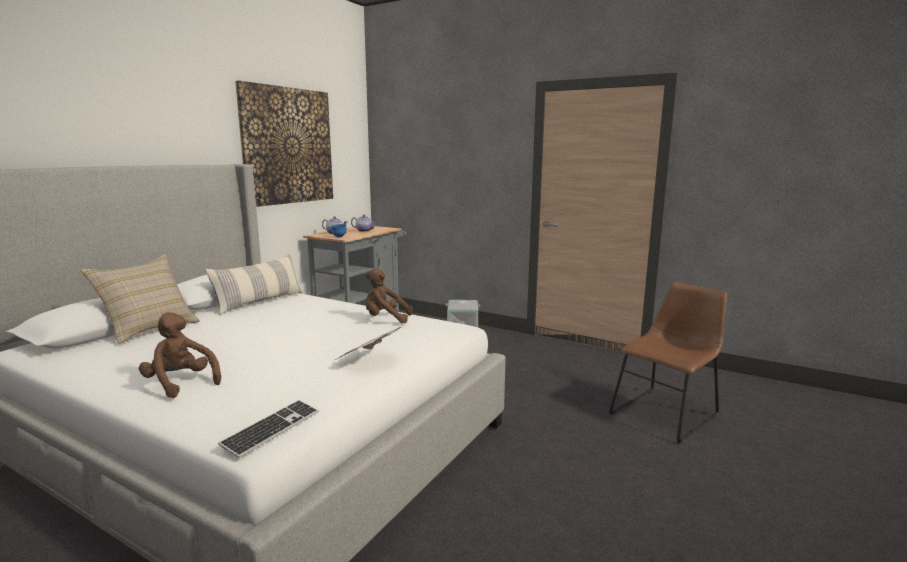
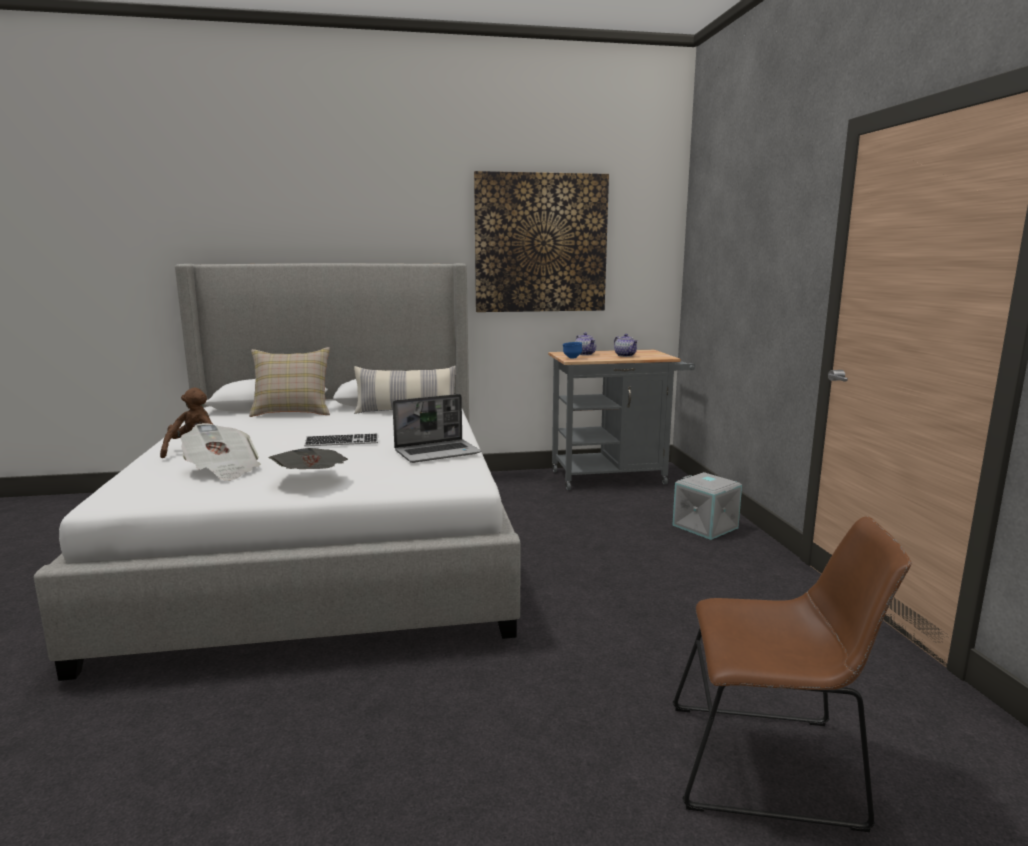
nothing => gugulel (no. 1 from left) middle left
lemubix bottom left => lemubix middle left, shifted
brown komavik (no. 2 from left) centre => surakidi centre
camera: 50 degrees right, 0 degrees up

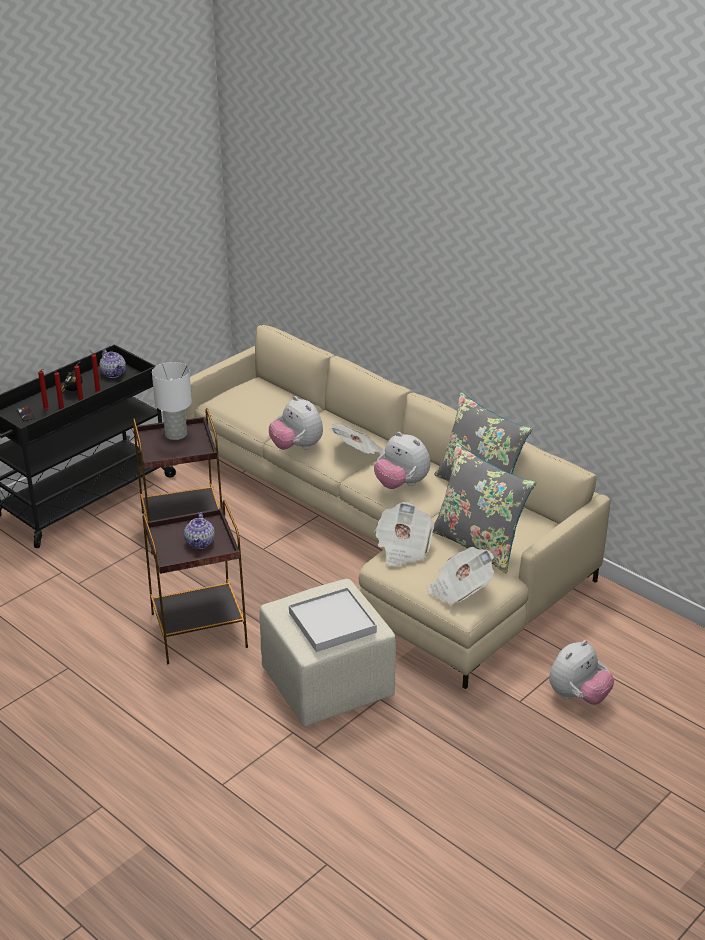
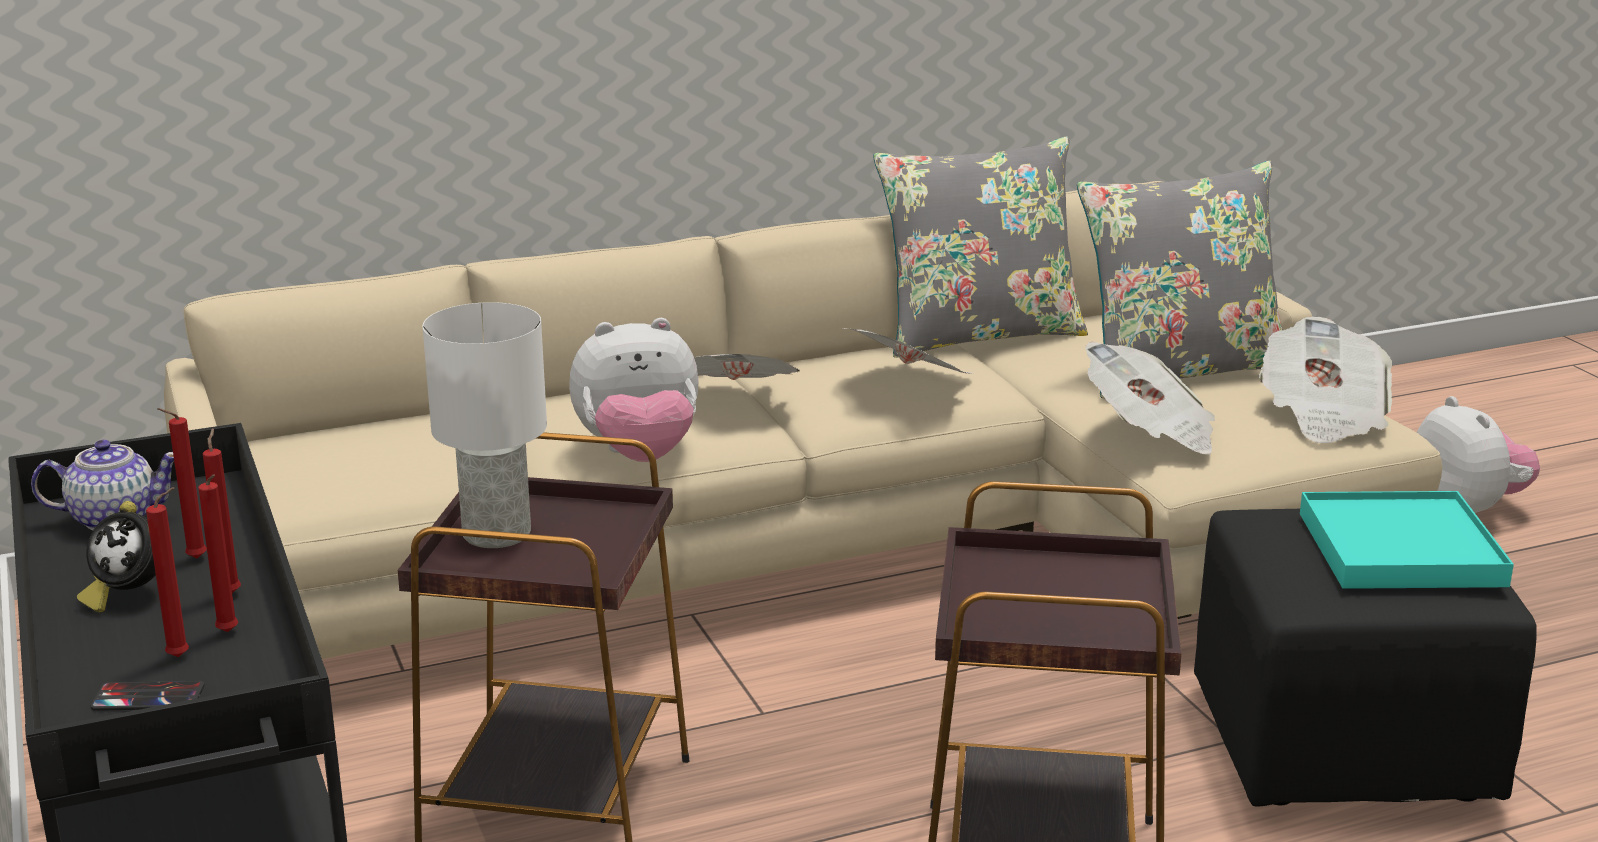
komavik (no. 2 from left) centre => gugulel (no. 2 from left) centre
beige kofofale bottom centre => black kofofale bottom right
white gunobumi centre => turquoise gunobumi middle right
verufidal (no. 2 from left) middle left => nothing
camera: 65 degrees left, 10 degrees down

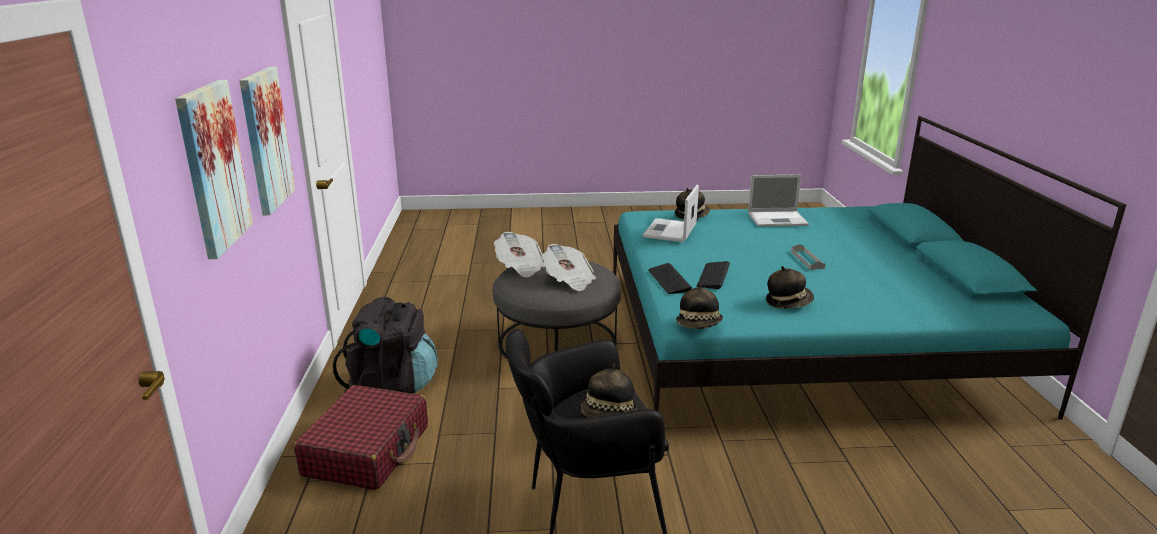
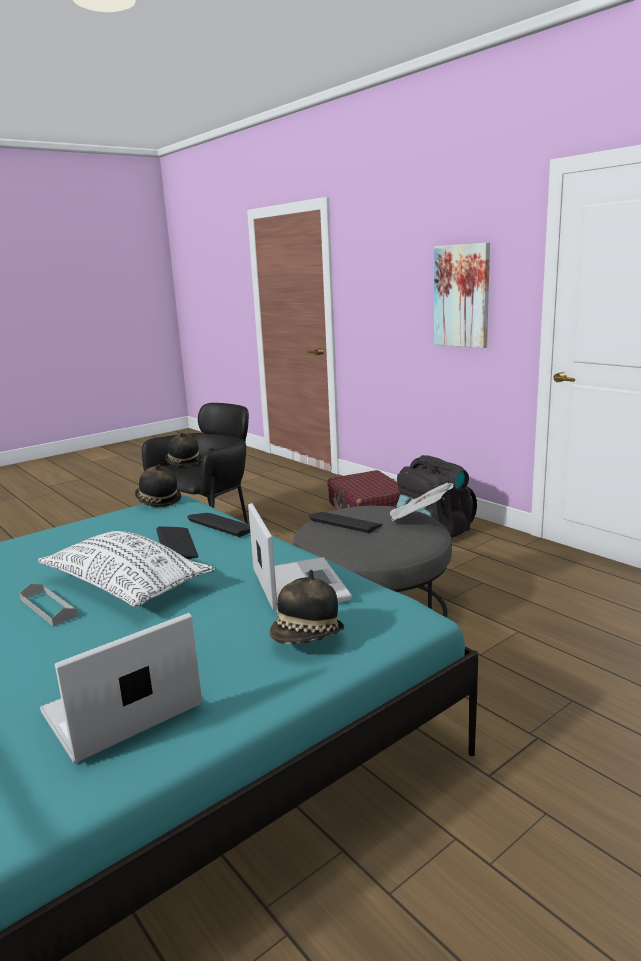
nothing => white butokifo middle left
gugulel (no. 2 from left) centre => lemubix (no. 3 from left) centre
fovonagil (no. 1 from left) top left => nothing
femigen (no. 4 from left) middle right => nothing
camera: 145 degrees right, 5 degrees down

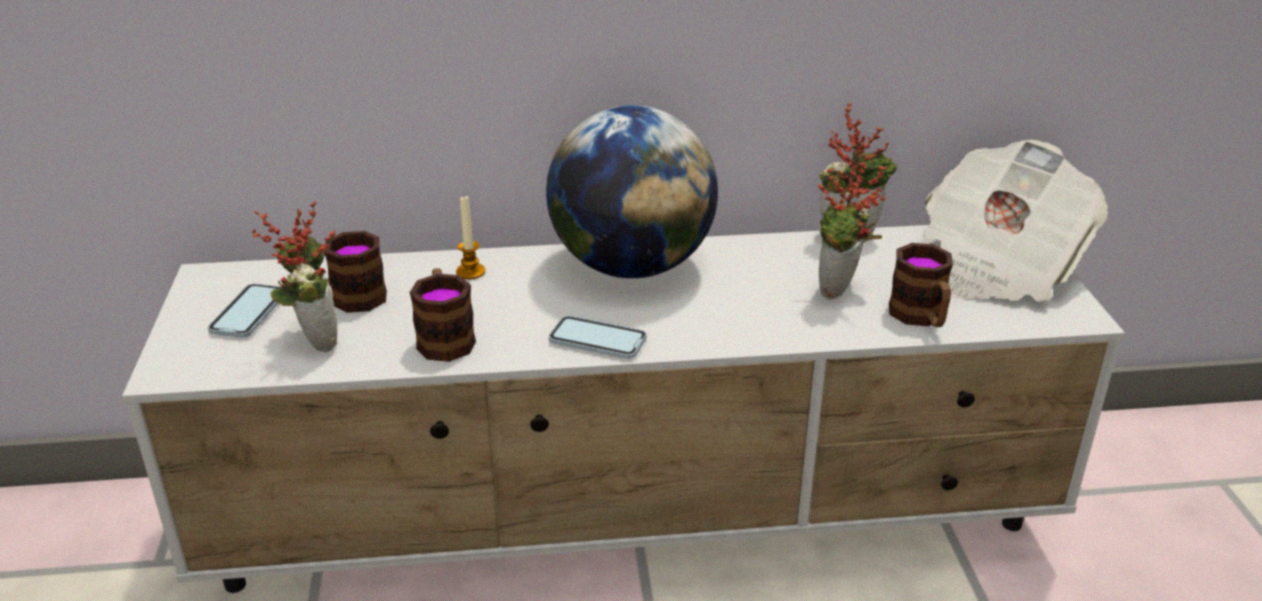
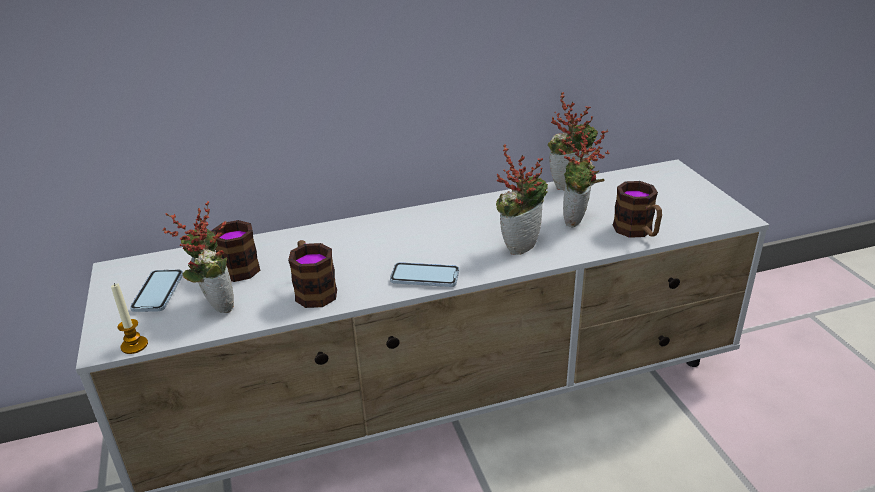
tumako centre => tumako middle left, shifted
nothing => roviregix (no. 2 from left) centre
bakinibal top centre => nothing
gugulel middle right => nothing
camera: 10 degrees left, 0 degrees up

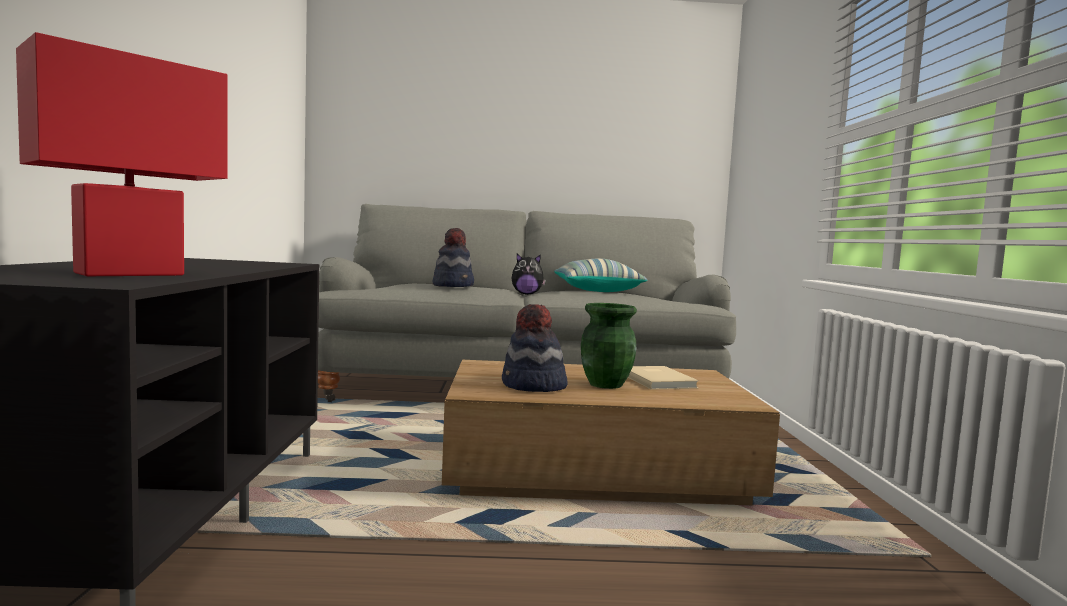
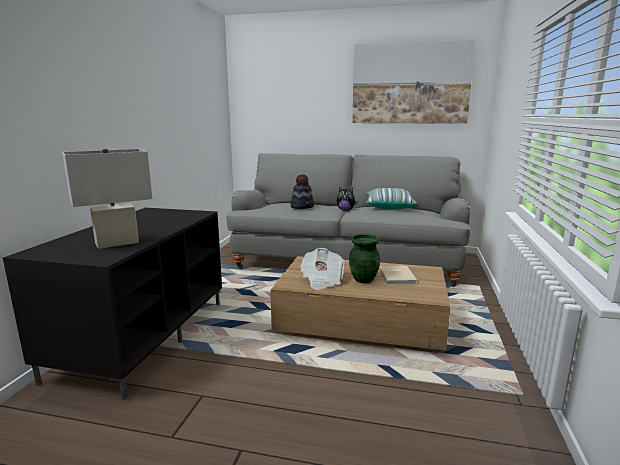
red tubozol top left => white tubozol middle left
femigen (no. 2 from left) centre => gugulel centre
nothing => fovonagil top centre
camera: 15 degrees right, 10 degrees up

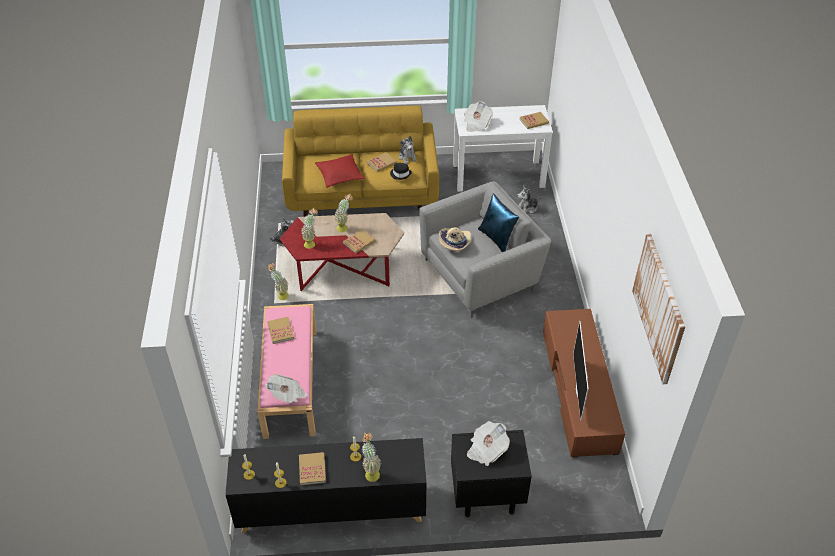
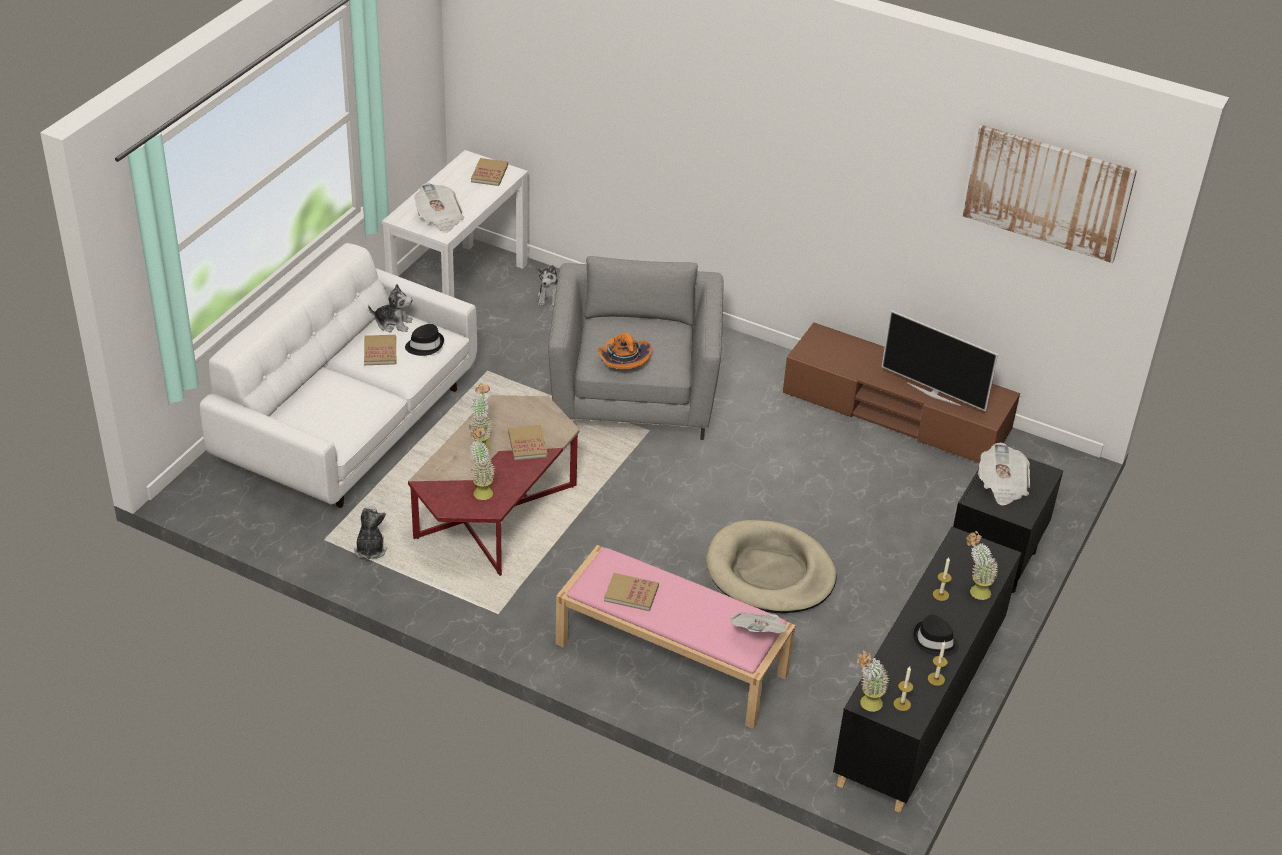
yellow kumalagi top centre => white kumalagi middle left
beige femigen centre => orange femigen centre
nothing => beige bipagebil centre
roviregix (no. 1 from left in the first image) middle left => roviregix (no. 3 from left) bottom right, shifted
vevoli (no. 2 from left) bottom centre => black femigen (no. 2 from left) bottom right
red butokifo top centre => nothing
blue butokifo centre => nothing
camera: 60 degrees left, 5 degrees down

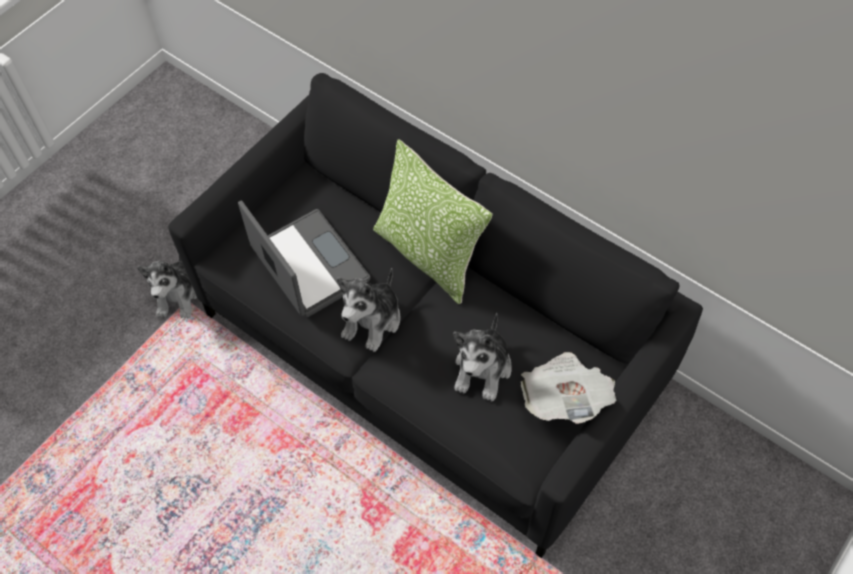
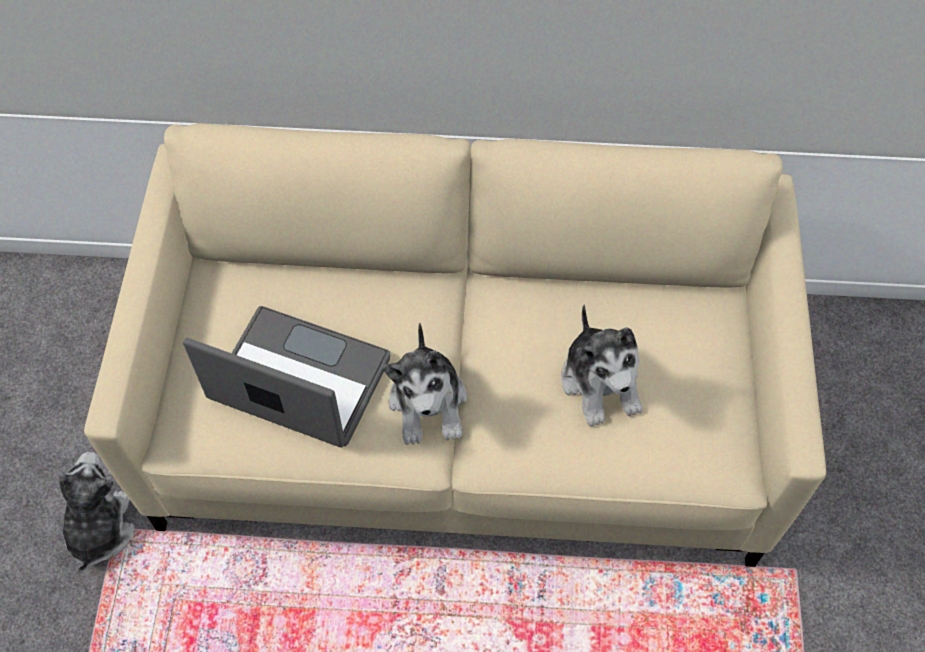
komavik (no. 1 from left) middle left => komavik (no. 1 from left) bottom left, 150 degrees counterclockwise
black kumalagi centre => beige kumalagi centre
butokifo centre => nothing
gugulel bottom centre => nothing
camera: 35 degrees left, 0 degrees up

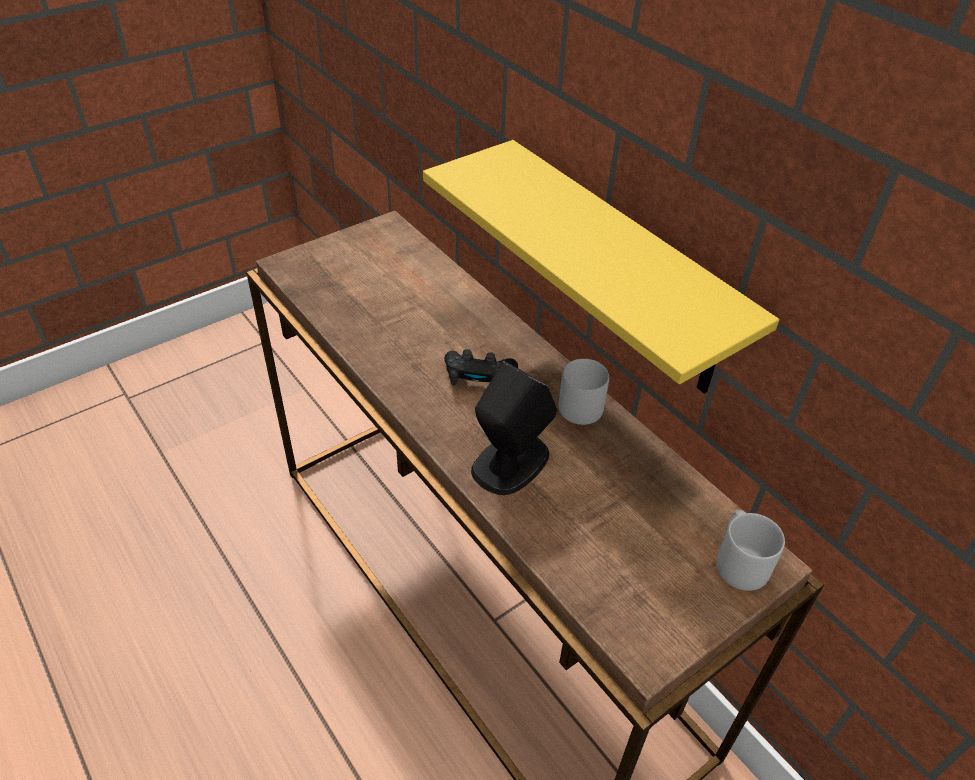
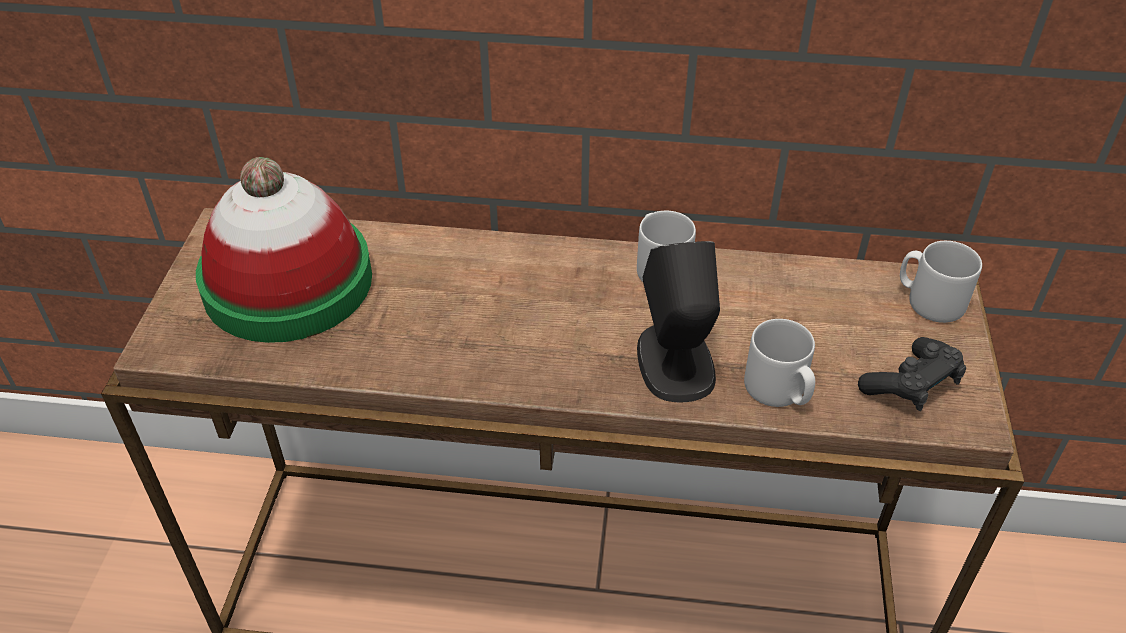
nothing => femigen middle left
nothing => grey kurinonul (no. 2 from left) middle right
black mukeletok centre => black mukeletok middle right, shifted
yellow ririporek centre => nothing
camera: 45 degrees left, 0 degrees up

